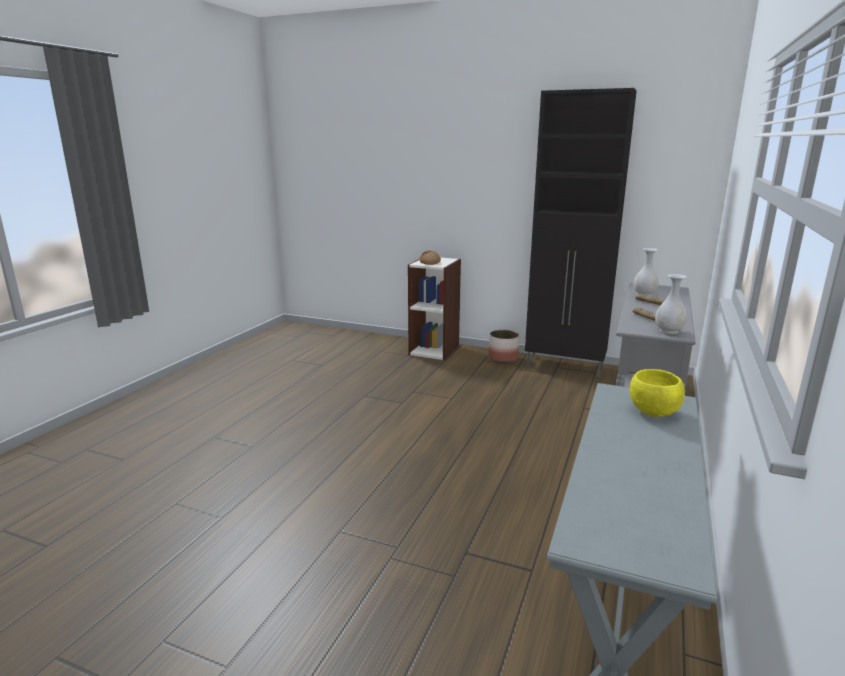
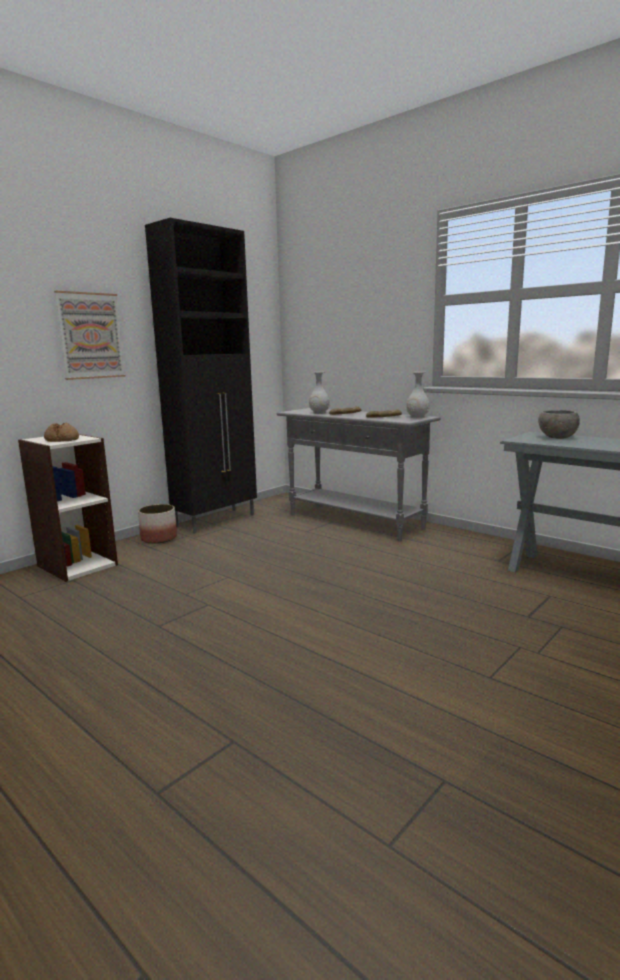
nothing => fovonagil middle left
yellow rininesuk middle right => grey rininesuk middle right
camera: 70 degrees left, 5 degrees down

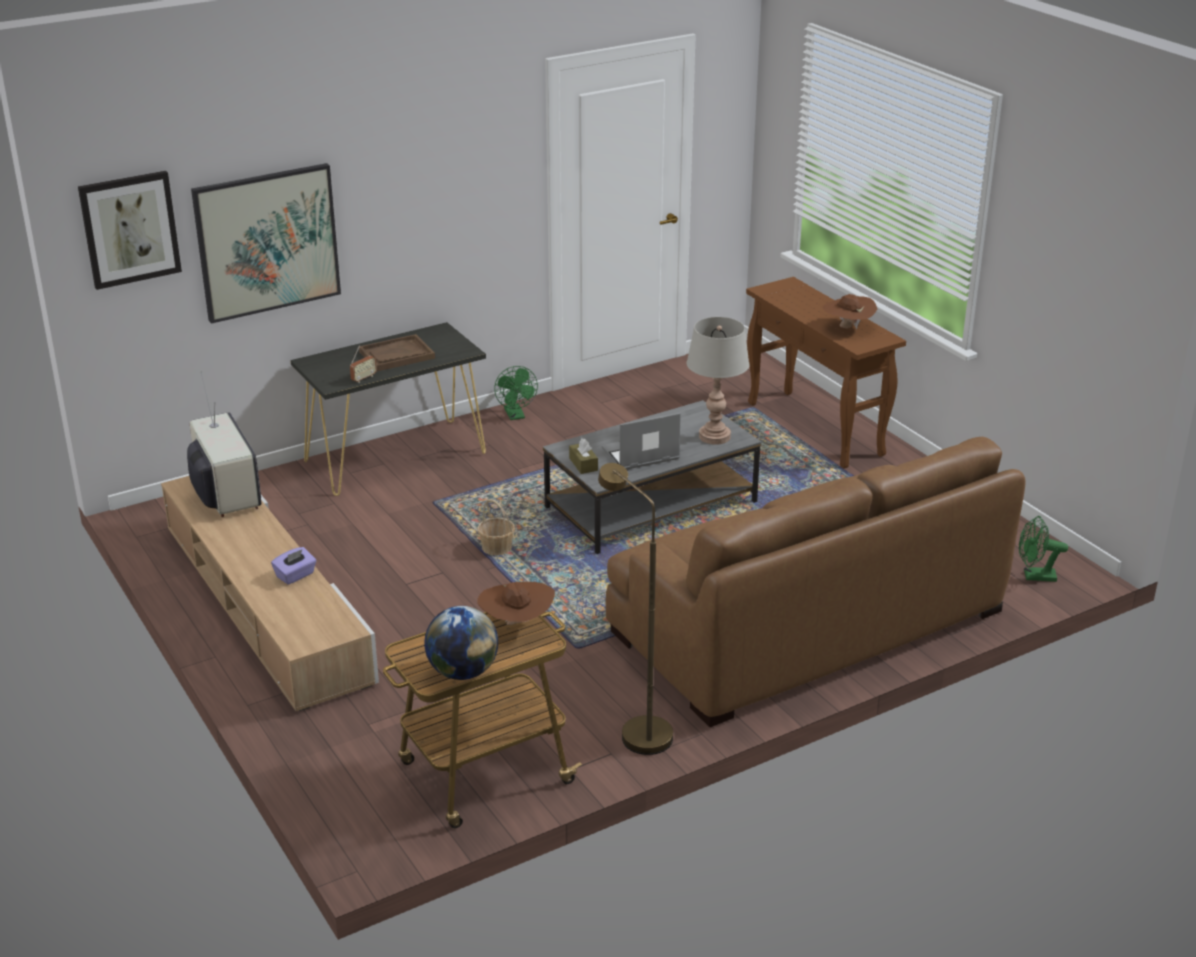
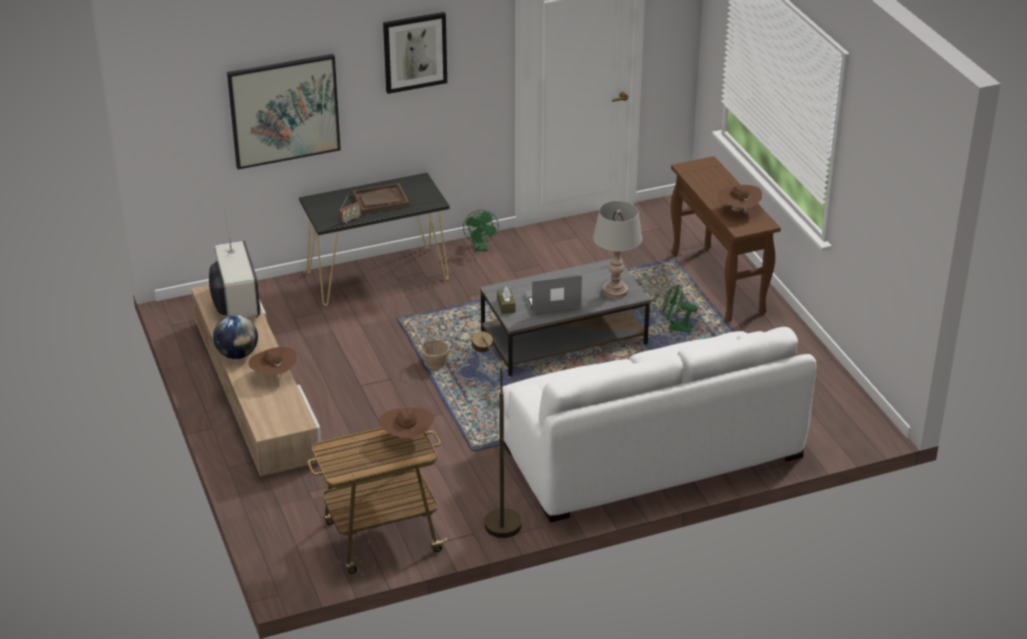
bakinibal bottom centre => bakinibal middle left, shifted
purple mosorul middle left => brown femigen (no. 1 from left) middle left
fovonagil (no. 1 from left in the first image) top left => fovonagil (no. 2 from left) top centre, shifted
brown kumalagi middle right => white kumalagi centre
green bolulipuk (no. 2 from left) middle right => green bolulipuk (no. 2 from left) centre, shifted
camera: 10 degrees right, 5 degrees up

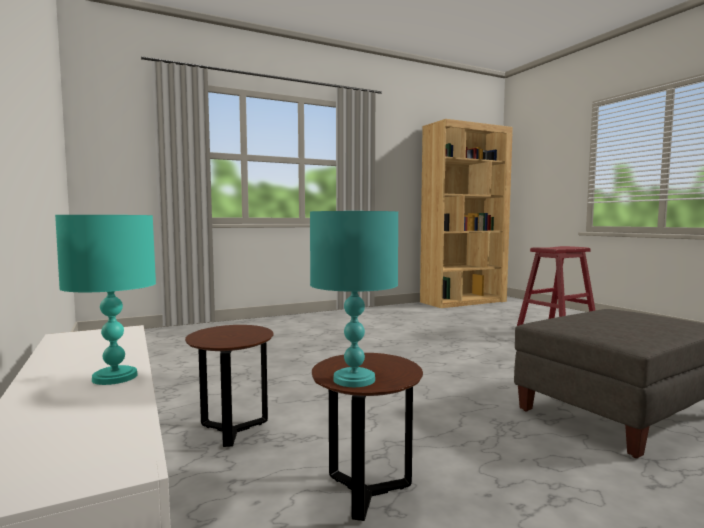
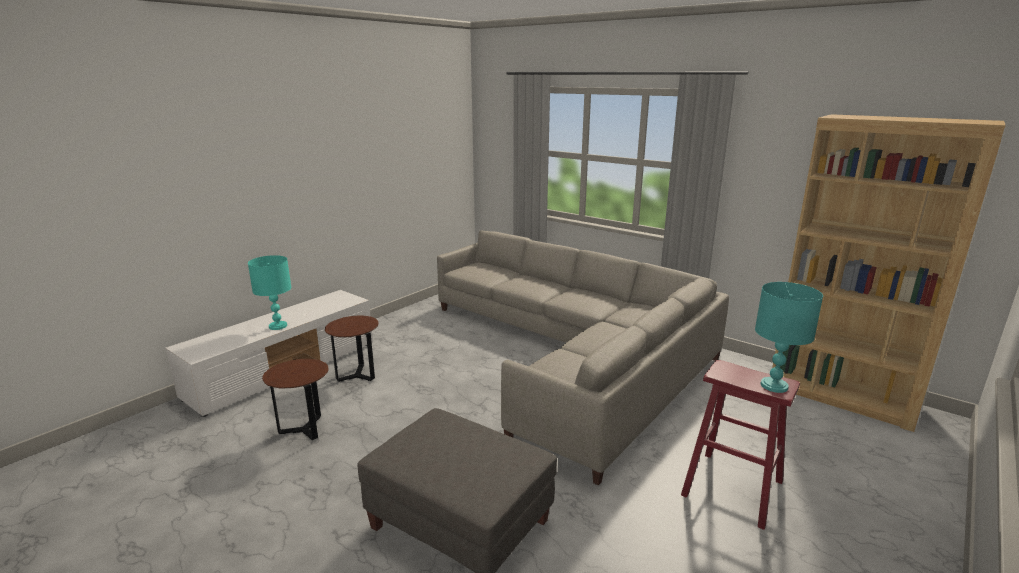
nothing => grey kumalagi centre
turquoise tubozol (no. 2 from left) centre => turquoise tubozol (no. 2 from left) middle right, shifted
camera: 65 degrees right, 15 degrees up

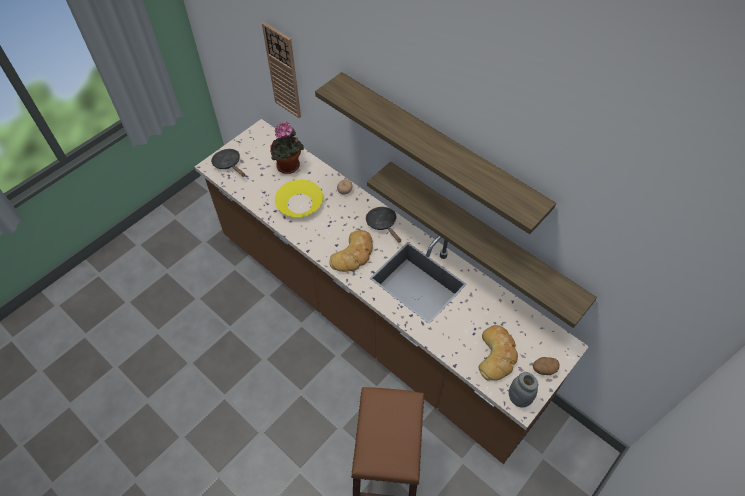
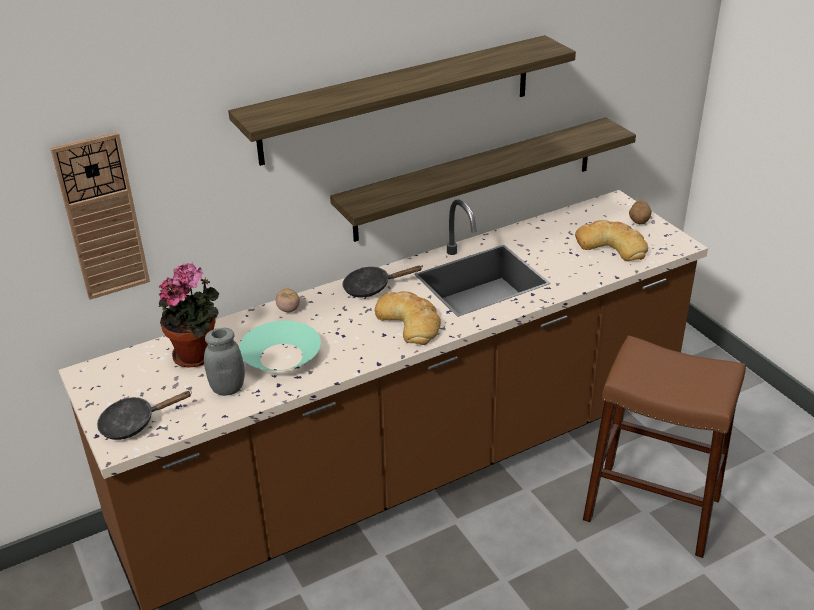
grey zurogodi bottom right => grey zurogodi middle left, shifted
yellow rininesuk centre => turquoise rininesuk centre
camera: 70 degrees left, 20 degrees down

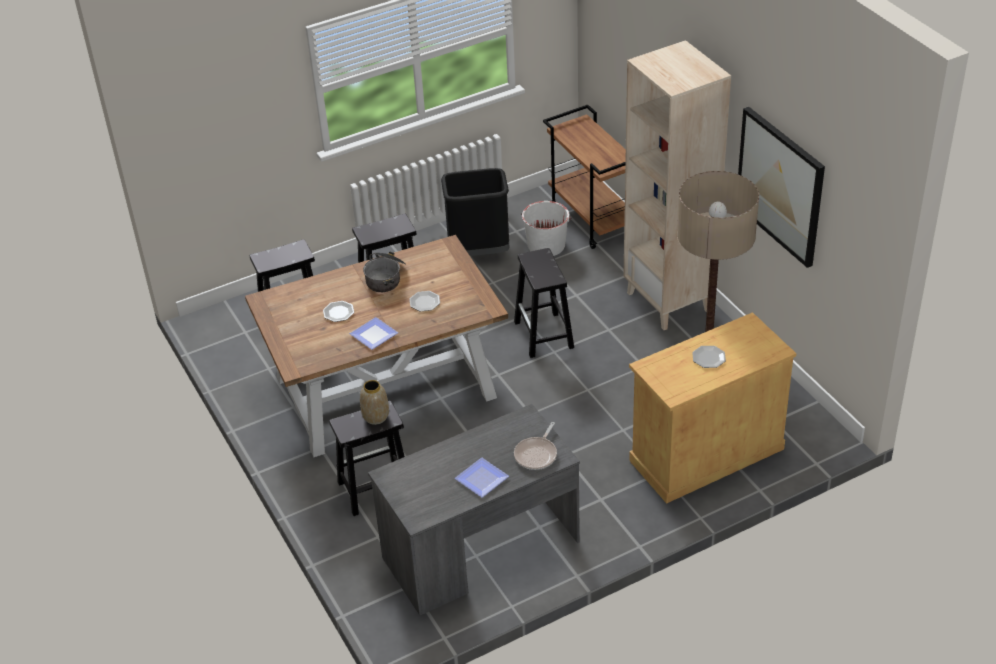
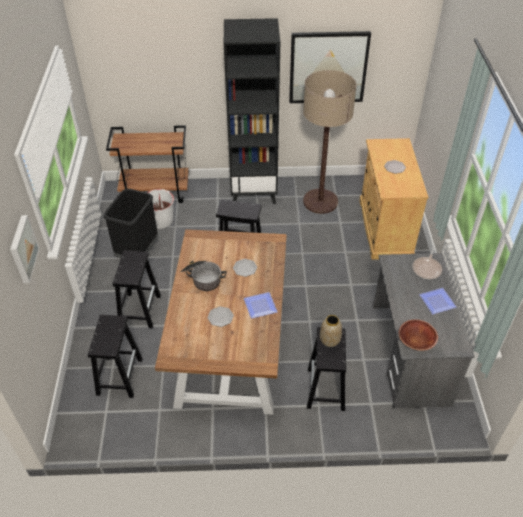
nothing => fovonagil (no. 1 from left) middle left
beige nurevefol top right => black nurevefol top centre
nothing => brown rininesuk middle right
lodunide bottom centre => lodunide middle right, 60 degrees clockwise
camera: 65 degrees left, 5 degrees up

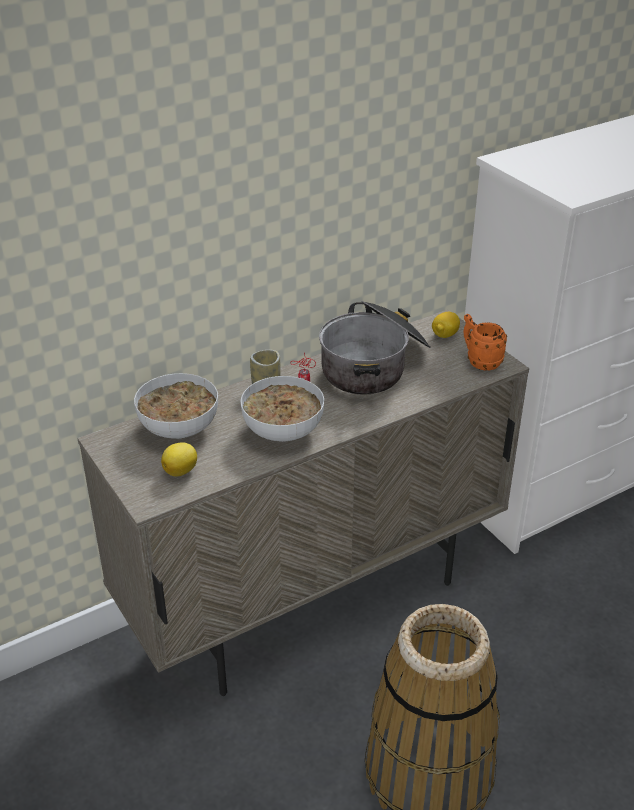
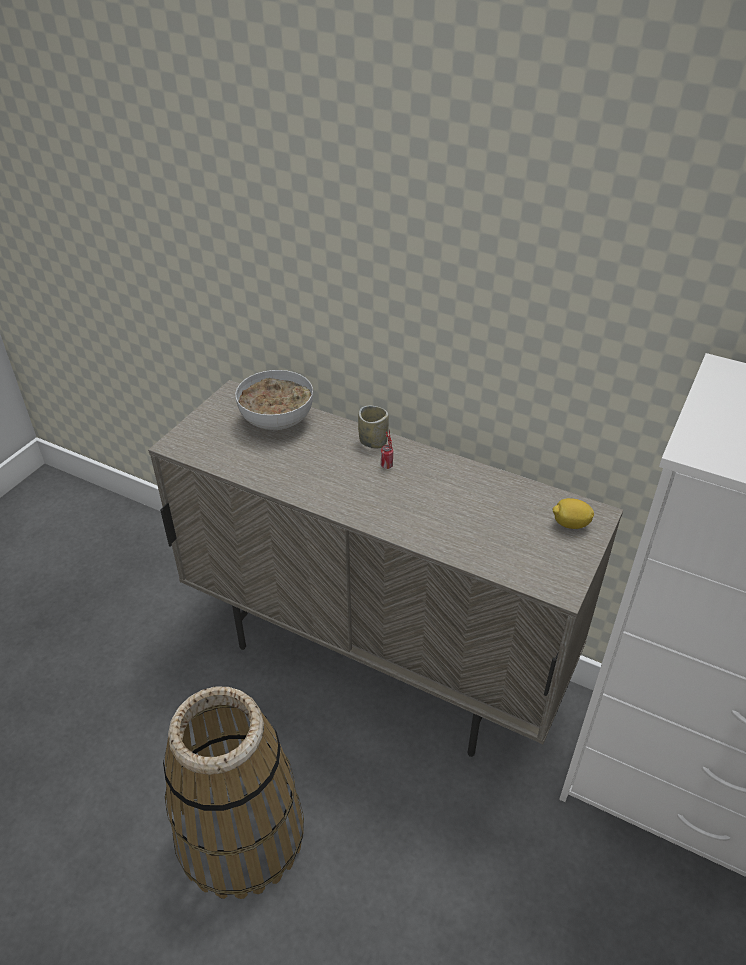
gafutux (no. 1 from left) middle left => nothing
rininesuk (no. 2 from left) centre => nothing
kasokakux centre => nothing
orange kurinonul middle right => nothing
camera: 60 degrees right, 5 degrees up

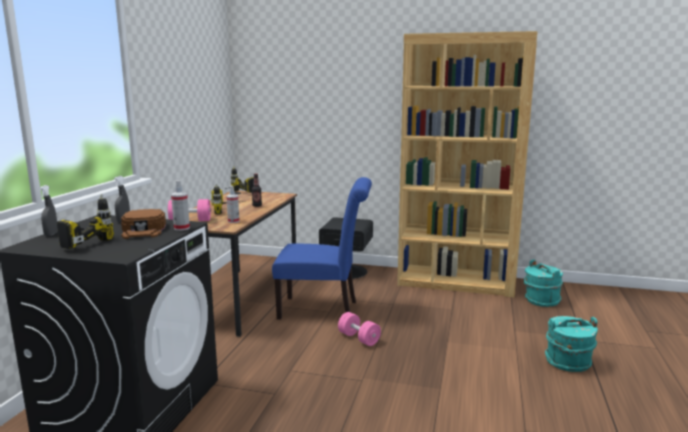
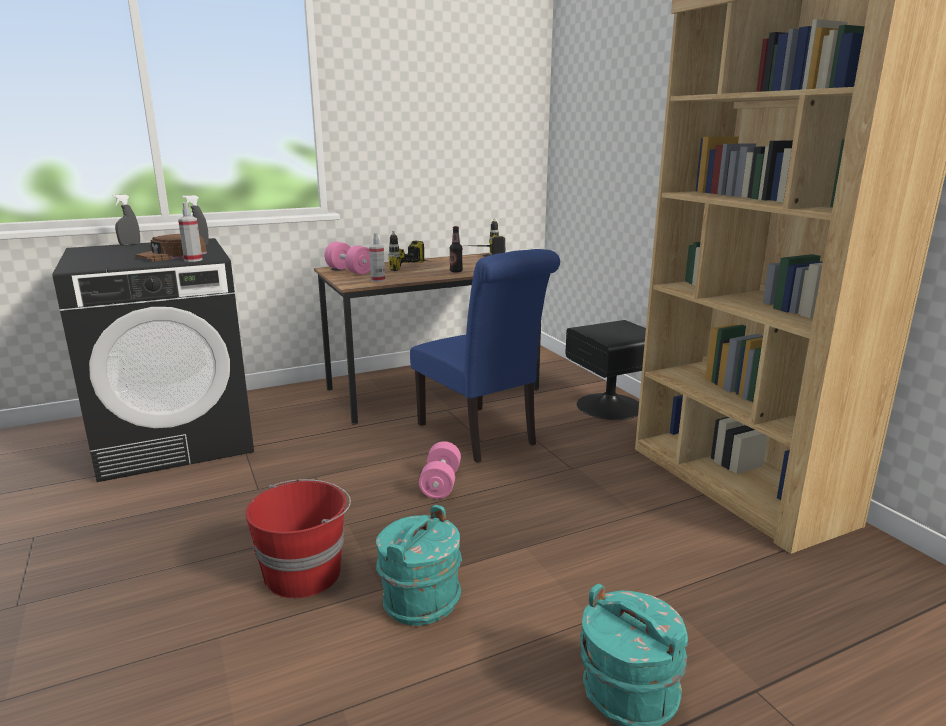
nothing => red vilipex bottom left
turquoise vilipex (no. 1 from left) middle right => turquoise vilipex (no. 1 from left) bottom centre, shifted
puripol (no. 1 from left) middle left => nothing
camera: 50 degrees right, 5 degrees up

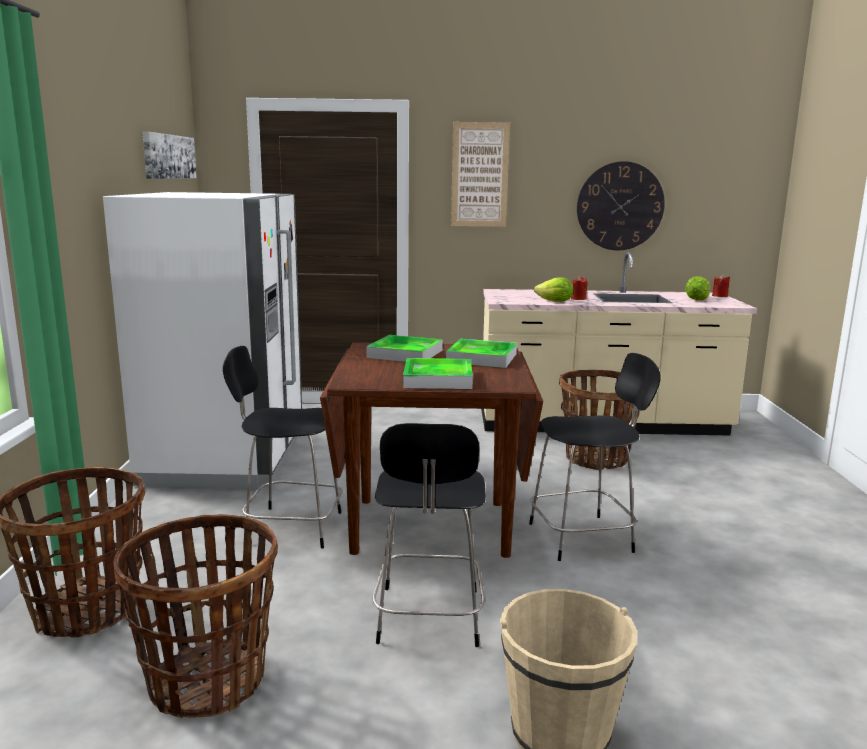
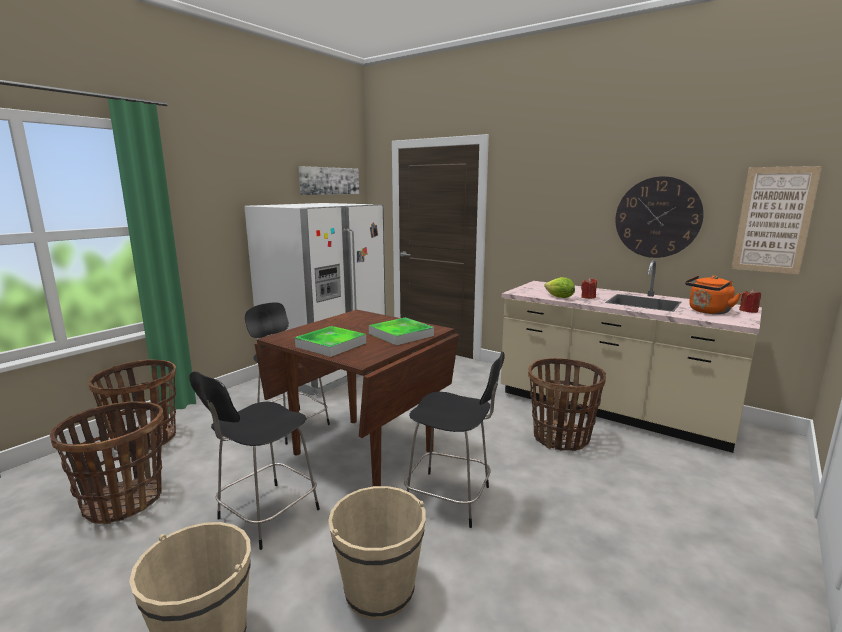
nothing => beige vilipex (no. 2 from left) bottom centre
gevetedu (no. 2 from left) middle right => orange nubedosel middle right
fovonagil (no. 2 from left) top centre => fovonagil (no. 2 from left) middle right, shifted
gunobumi (no. 1 from left) centre => nothing
camera: 35 degrees right, 0 degrees up

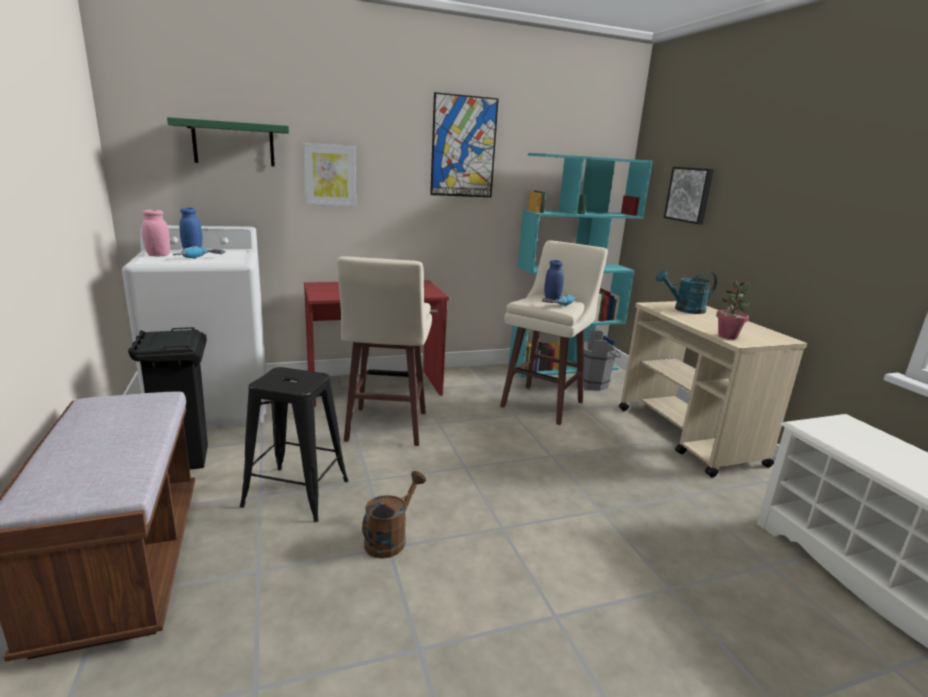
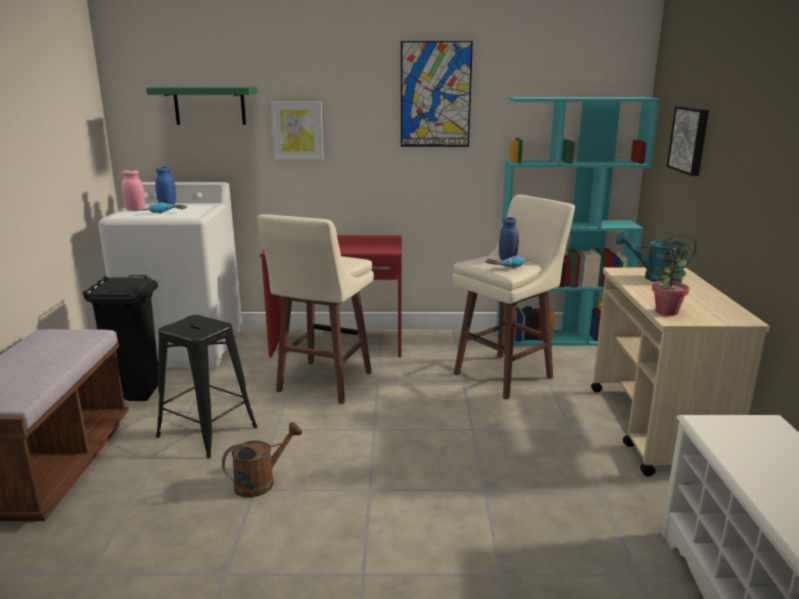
grey vilipex centre => nothing
camera: 20 degrees right, 0 degrees up

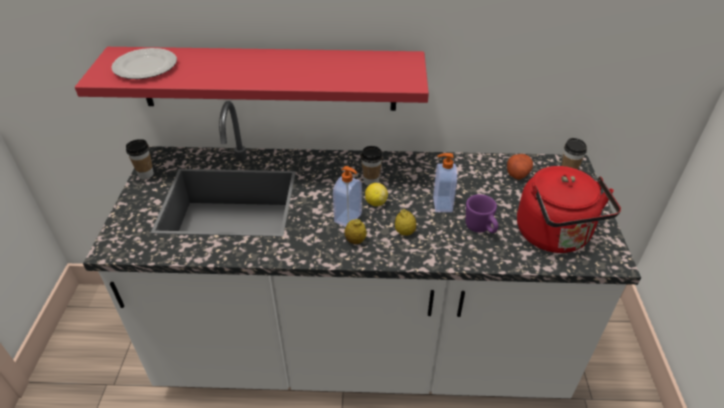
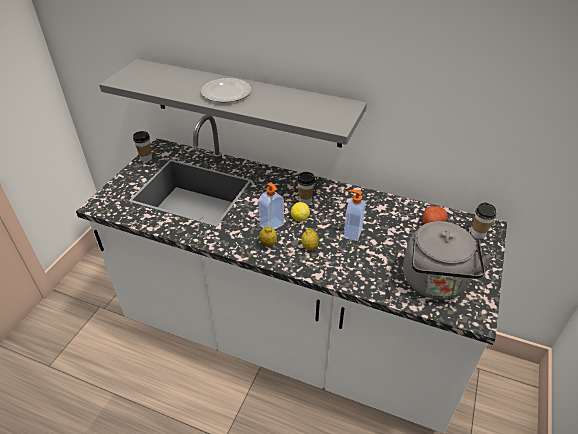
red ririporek top centre => grey ririporek top centre
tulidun top left => tulidun top centre, shifted
red nubedosel middle right => grey nubedosel middle right
purple kurinonul centre => nothing
camera: 20 degrees right, 0 degrees up

